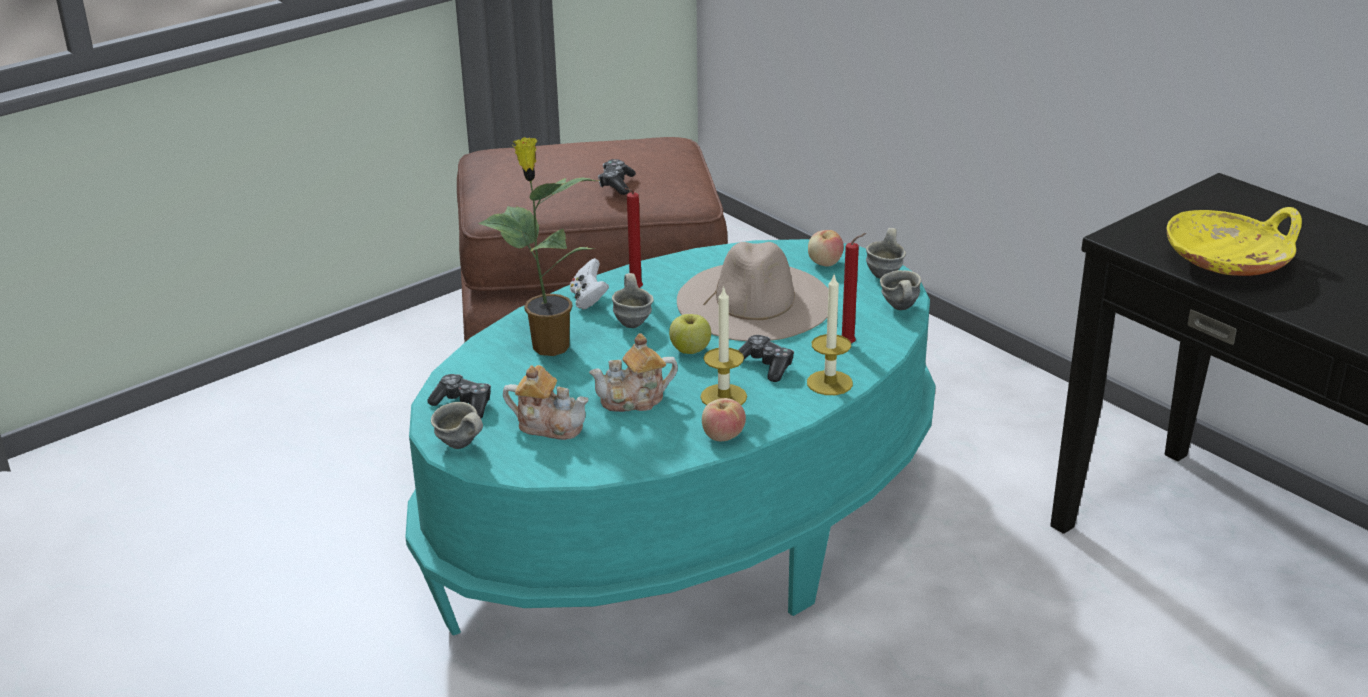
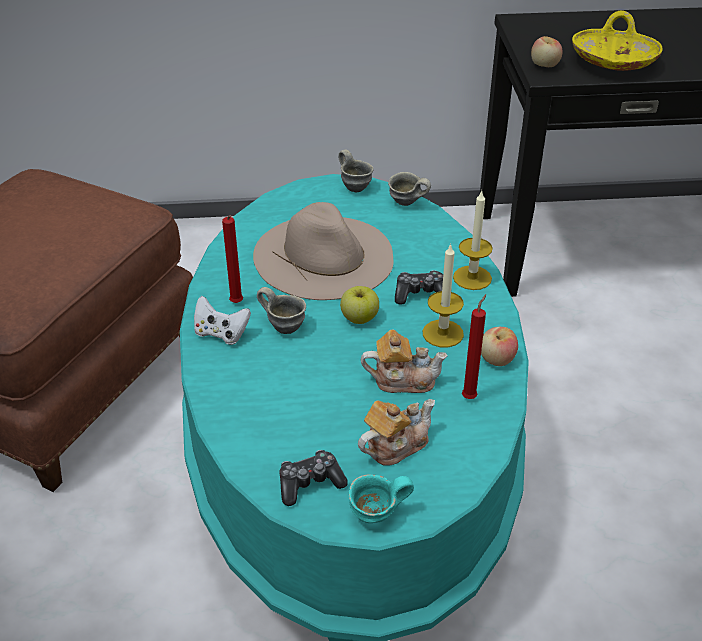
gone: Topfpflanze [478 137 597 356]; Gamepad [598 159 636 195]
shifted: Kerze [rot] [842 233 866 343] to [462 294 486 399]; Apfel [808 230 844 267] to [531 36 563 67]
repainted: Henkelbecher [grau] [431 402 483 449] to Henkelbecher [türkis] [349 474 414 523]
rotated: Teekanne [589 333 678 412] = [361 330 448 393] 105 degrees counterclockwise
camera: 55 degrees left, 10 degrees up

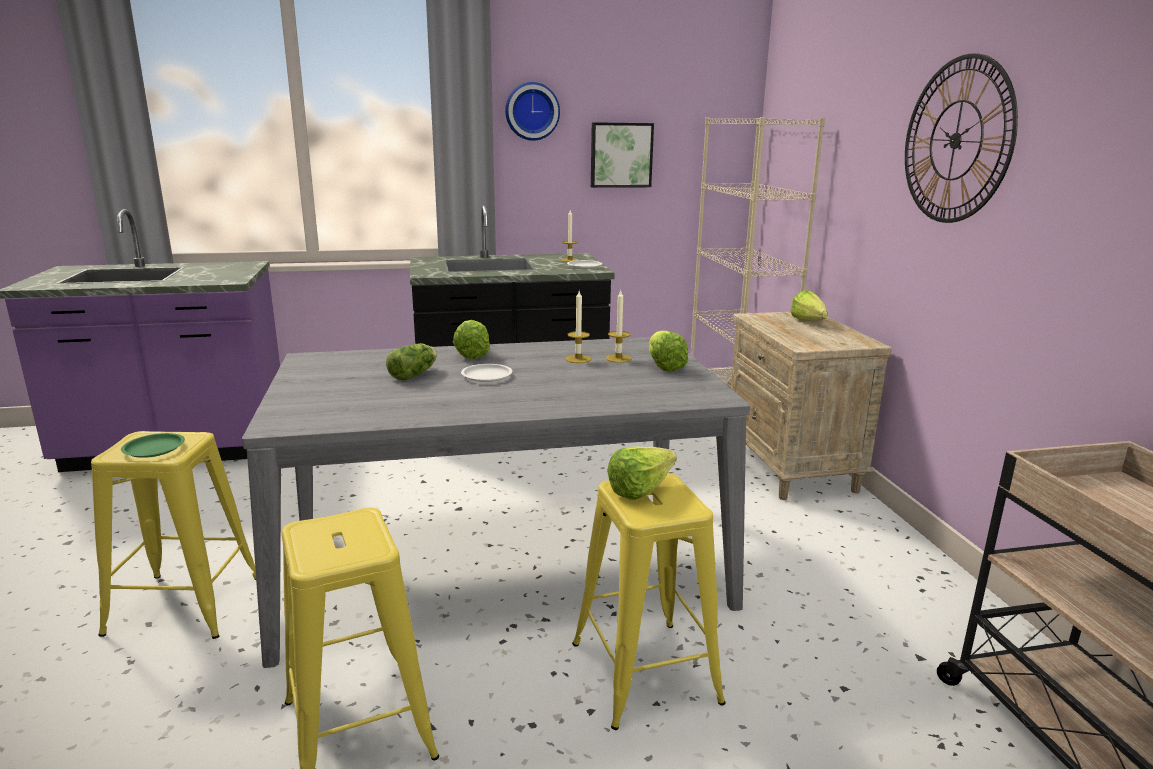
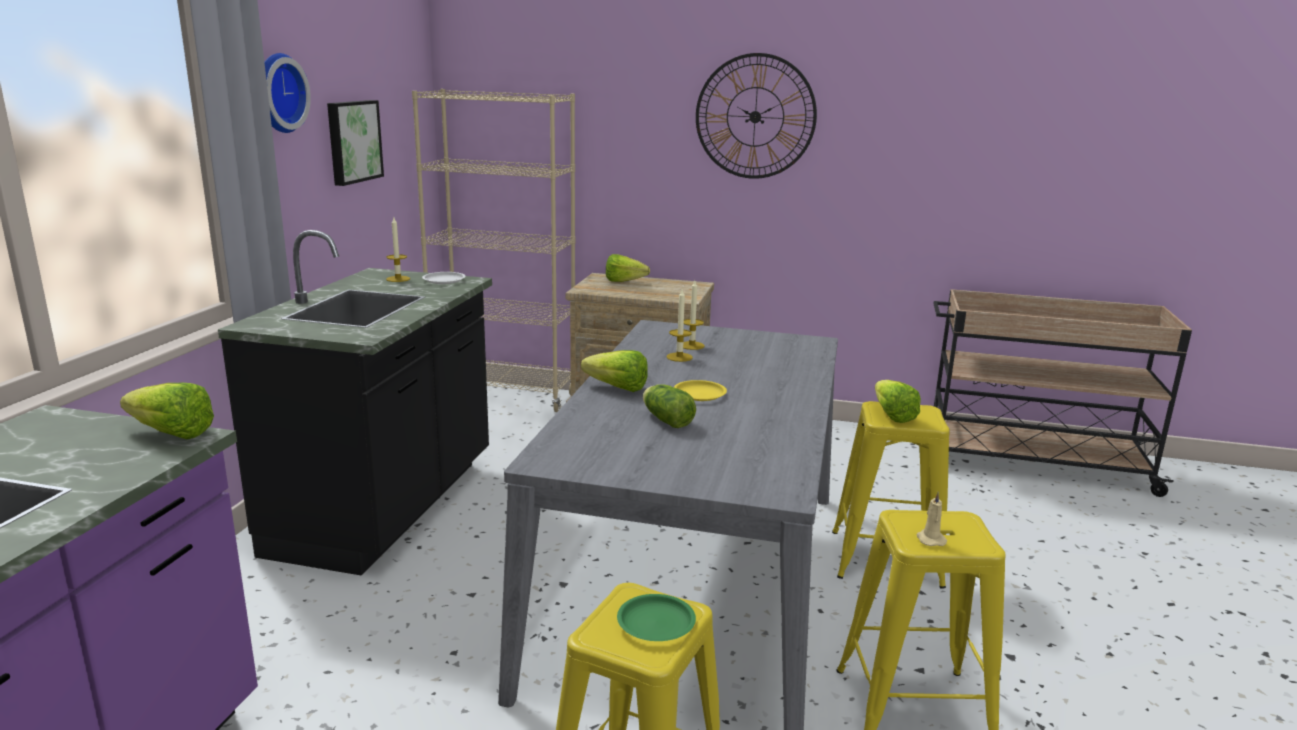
new: Kerze [beige] [917 492 947 546]
shifted: Salatkopf [649 331 688 372] to [120 383 214 439]
repainted: Teller [weiß] [461 364 512 382] to Teller [gelb] [674 380 727 401]
camera: 65 degrees left, 0 degrees up

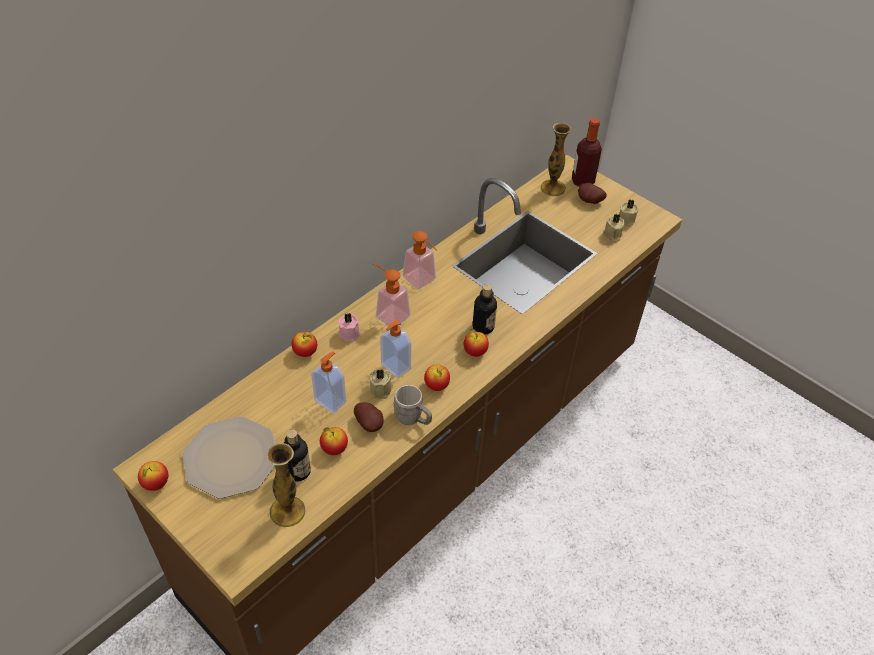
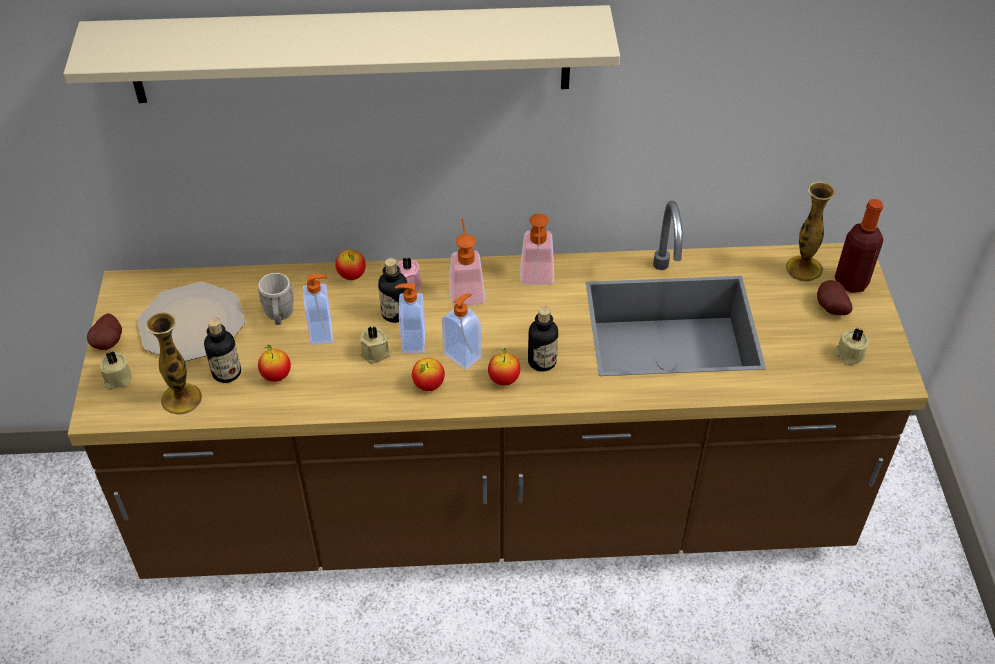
gone: Apfel [138 461 168 491]
new: Wandregal [beige] [63 5 620 103]; Flasche [378 258 407 323]; Seifenspender [442 293 481 370]
shifted: Kartoffel [354 402 384 432] to [87 313 122 350]; Kerze [beige] [603 214 625 242] to [100 351 132 390]; Henkelbecher [grau] [393 385 432 425] to [258 273 294 325]
camera: 45 degrees right, 0 degrees up

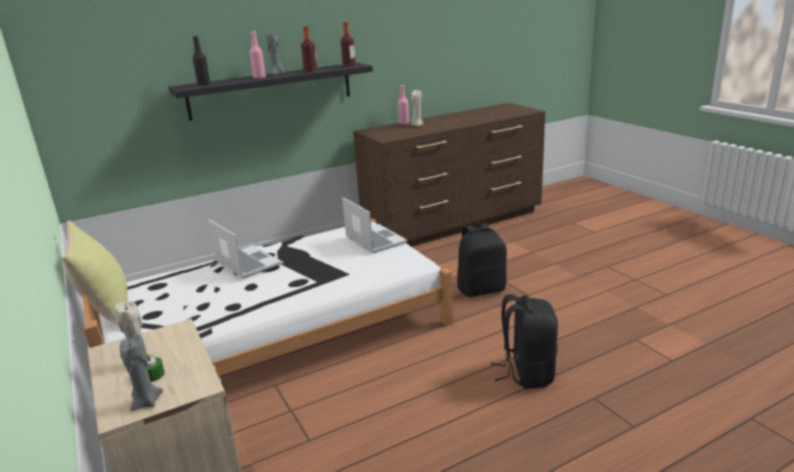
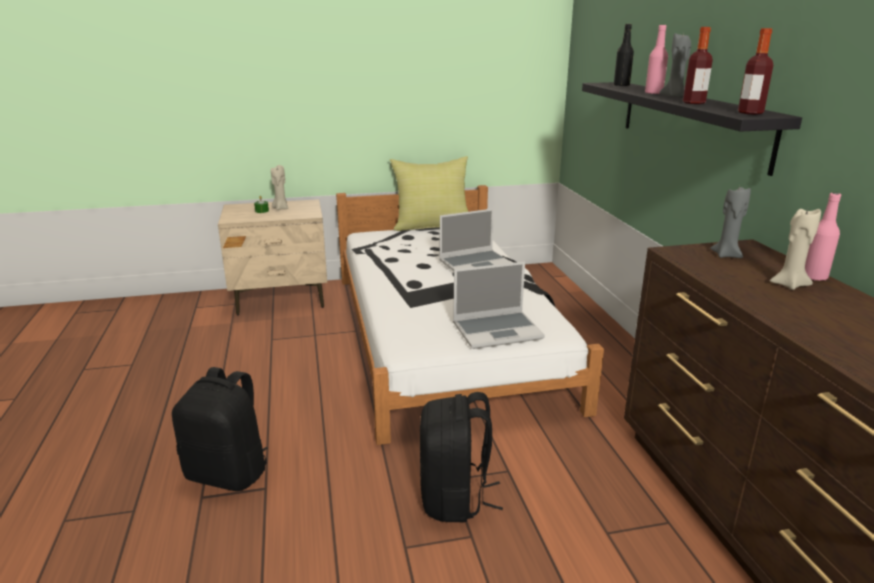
shifted: Kerze [grau] [120 334 163 411] to [710 185 751 258]
camera: 105 degrees right, 0 degrees up

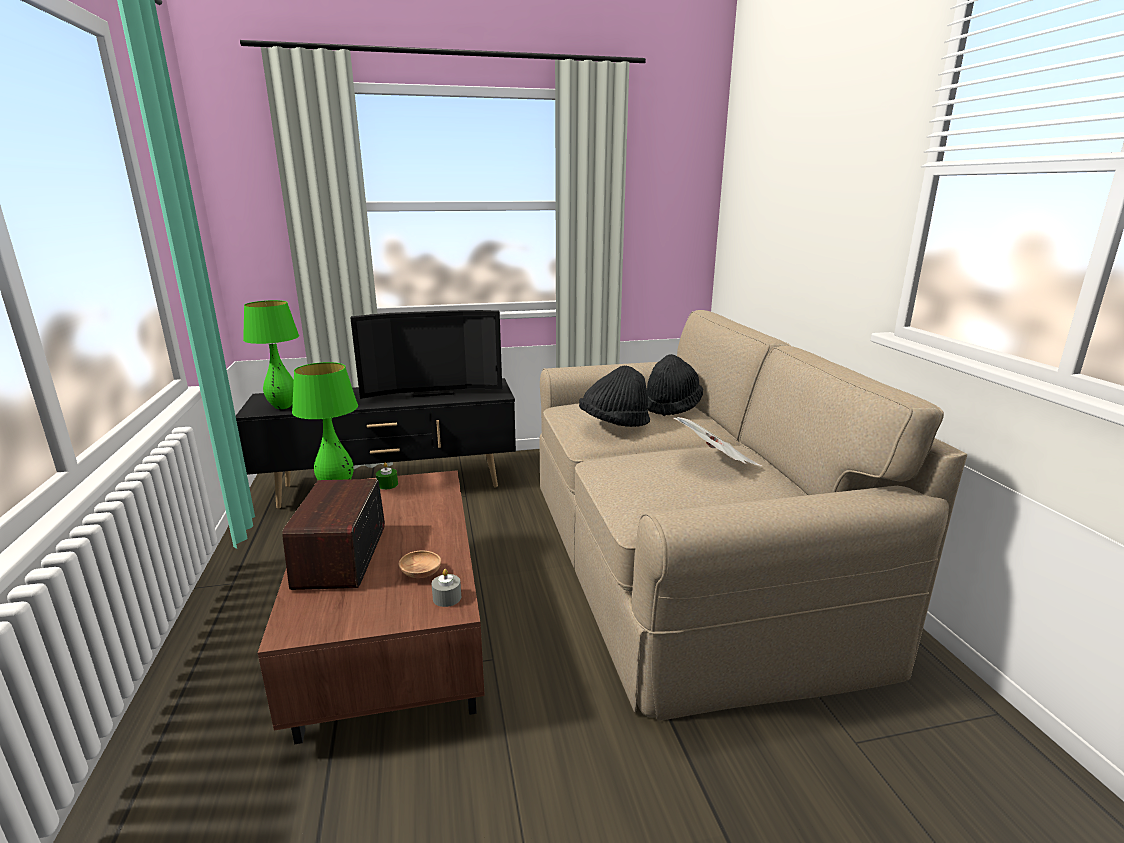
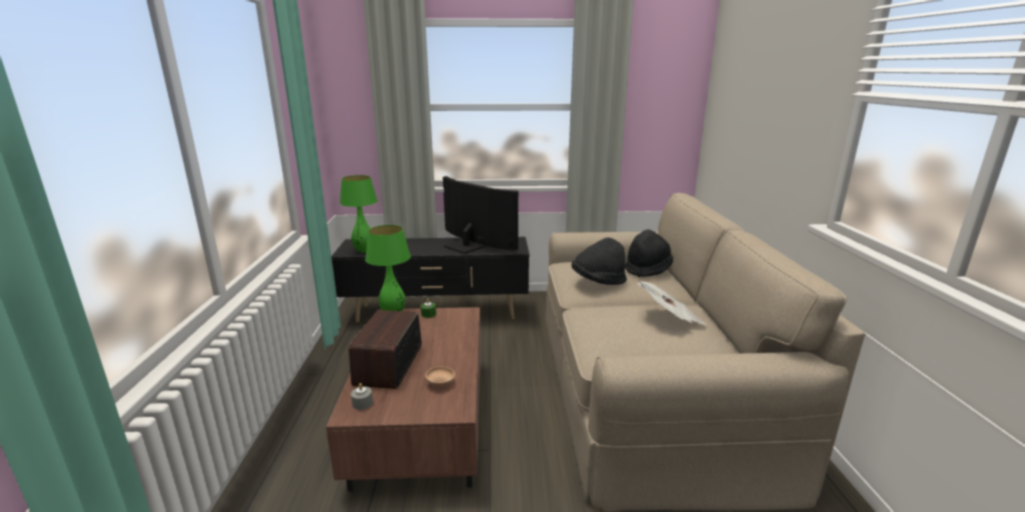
shifted: Kerze [grau] [432 569 461 607] to [351 383 373 410]
rotated: Fernseher [350 310 502 399] = [443 176 518 254] 135 degrees counterclockwise
camera: 10 degrees right, 0 degrees up

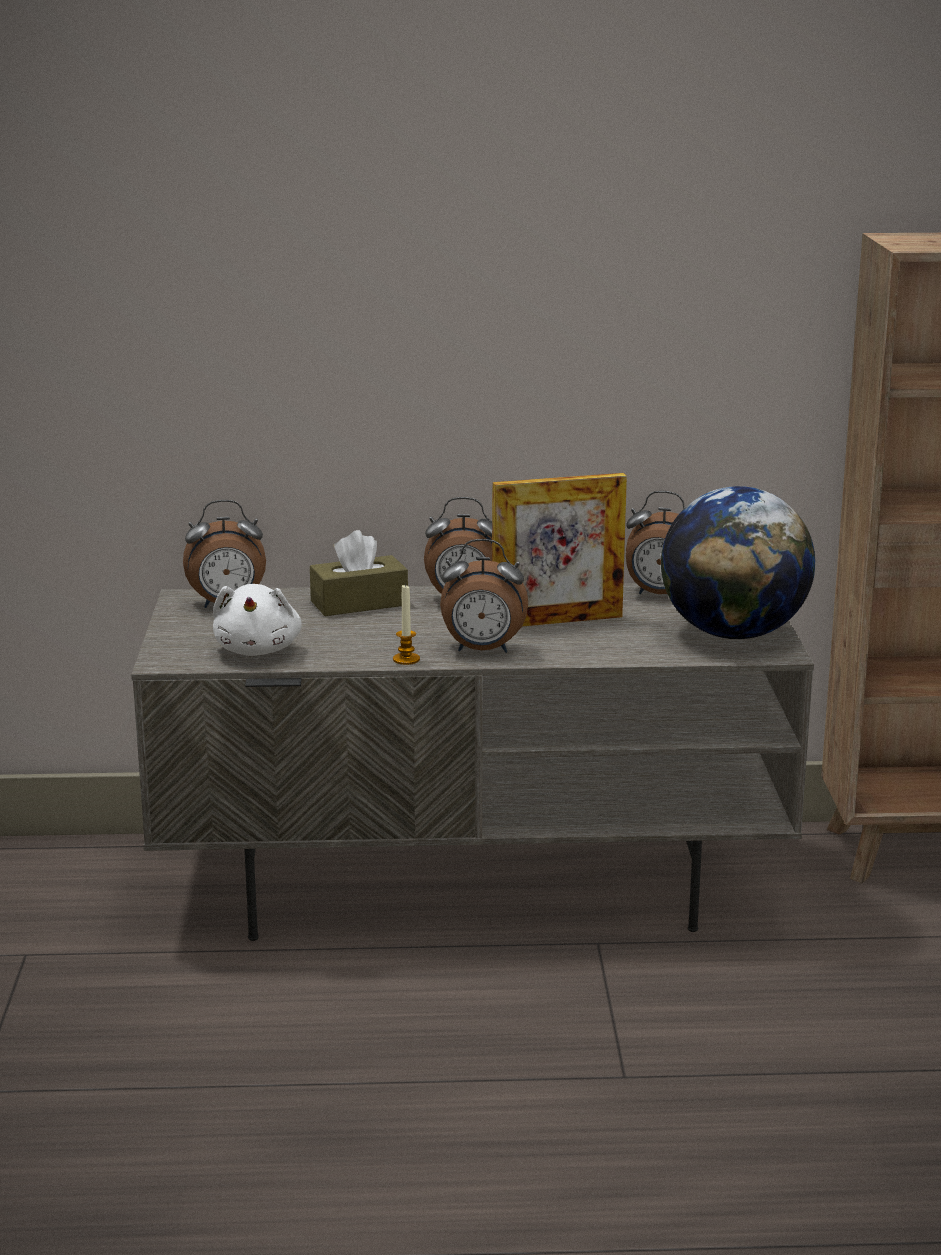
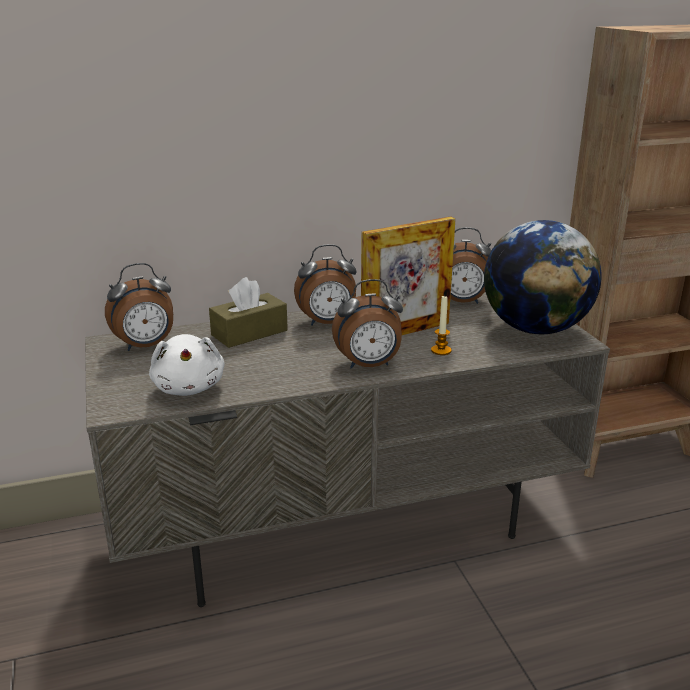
shifted: Kerze [393 583 420 665] to [431 296 452 355]
camera: 15 degrees left, 5 degrees up

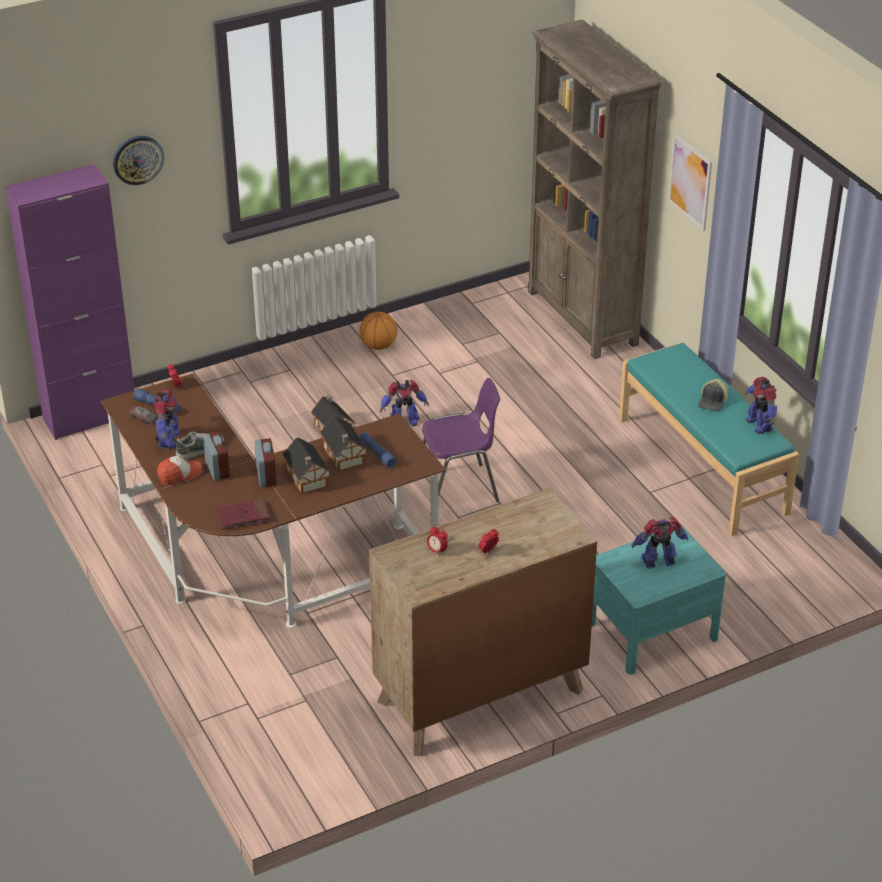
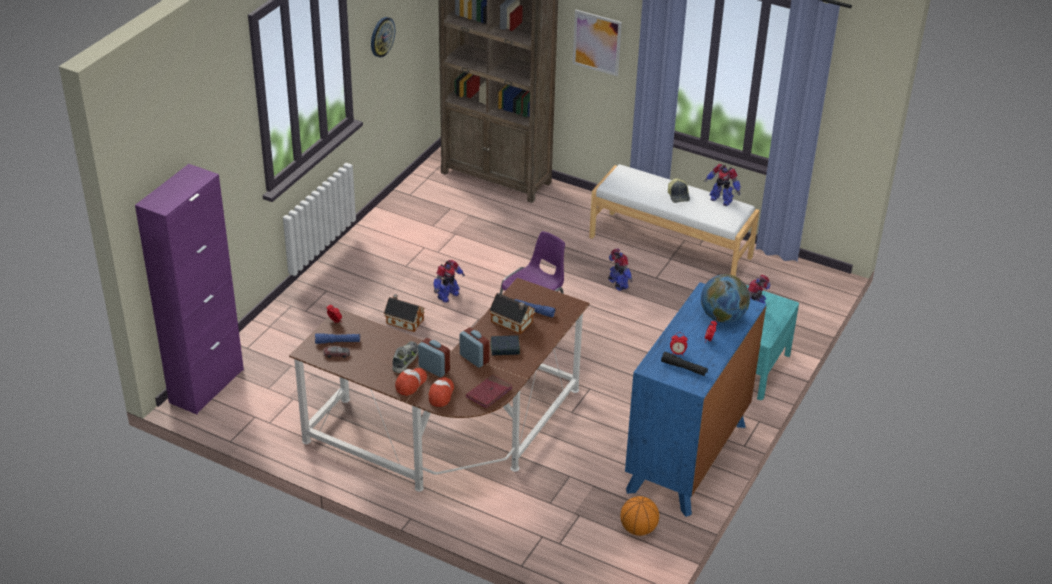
new: Kappe [429 377 454 407]; Taschenlampe [schwarz] [661 352 708 376]; Globus [701 274 750 323]
shifted: Wanduhr [113 136 164 185] to [371 17 395 57]; Spielzeugroboter [153 389 181 449] to [608 248 633 291]; Basketball [360 312 397 350] to [620 496 659 536]
swapped: Spielzeughaus [282 437 330 494] to Buch [490 335 520 355]
repainted: Bank [türkis] [619 342 799 536] to Bank [weiß] [589 164 759 276]; Kommode [braun] [369 488 597 756] to Kommode [blau] [625 282 766 517]
camera: 35 degrees left, 0 degrees up

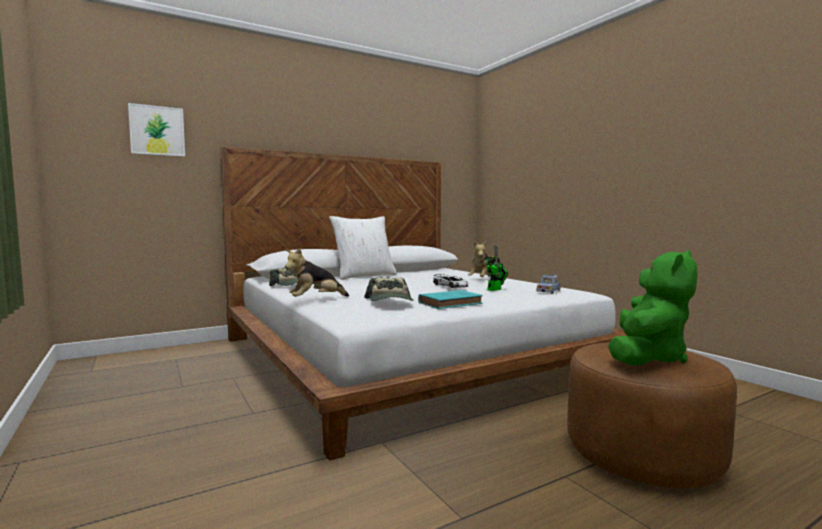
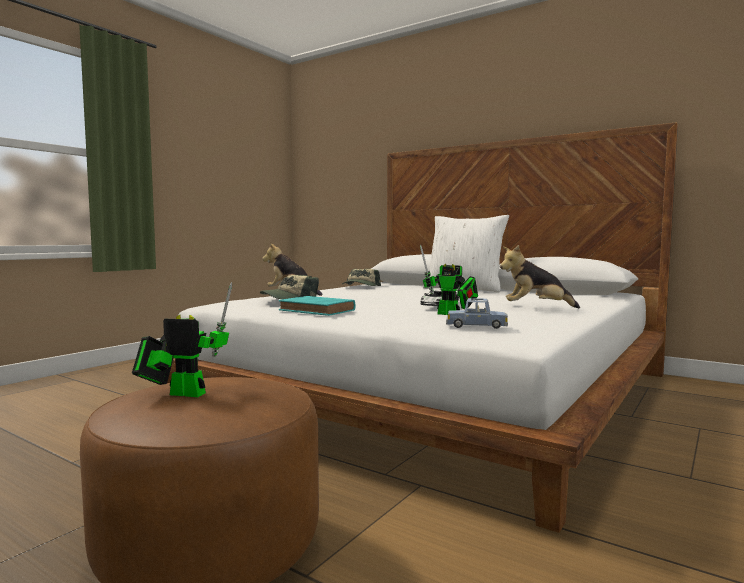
gone: Bild [128 103 185 157]
swapped: Plüschtier [grün] [608 250 697 366] to Spielzeugroboter [132 282 232 397]
camera: 65 degrees right, 0 degrees up

